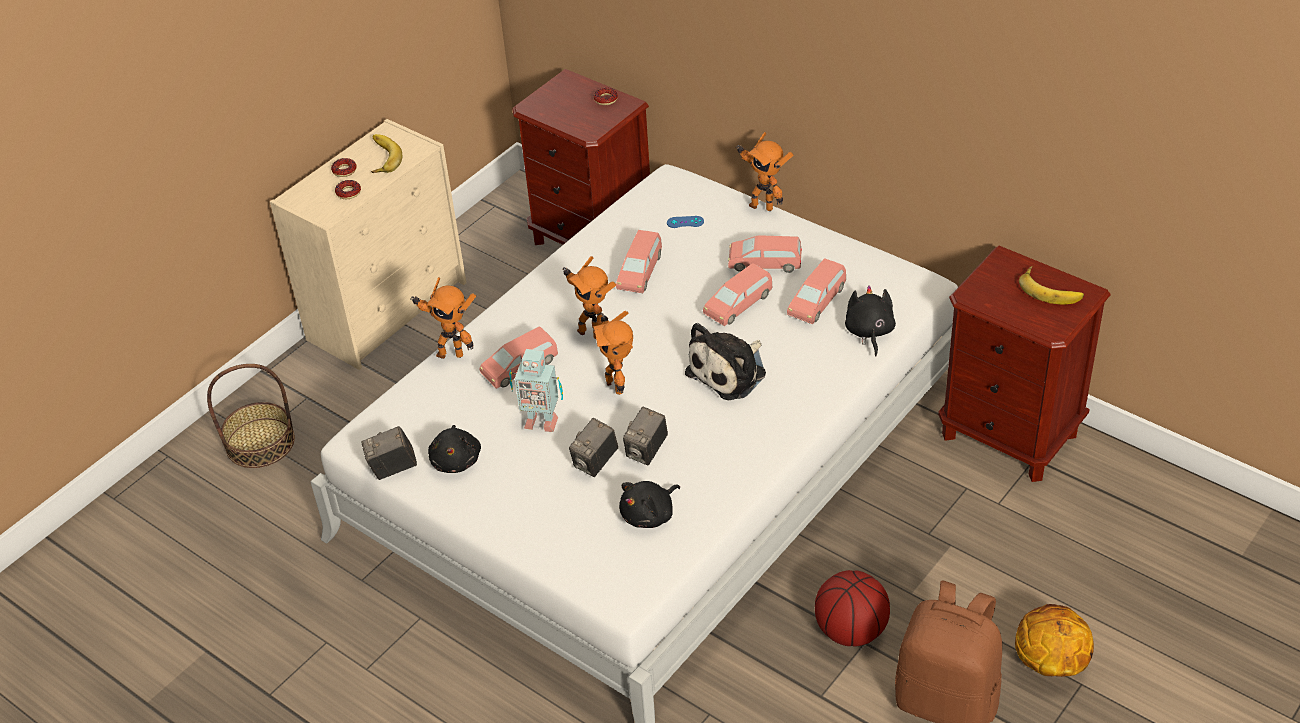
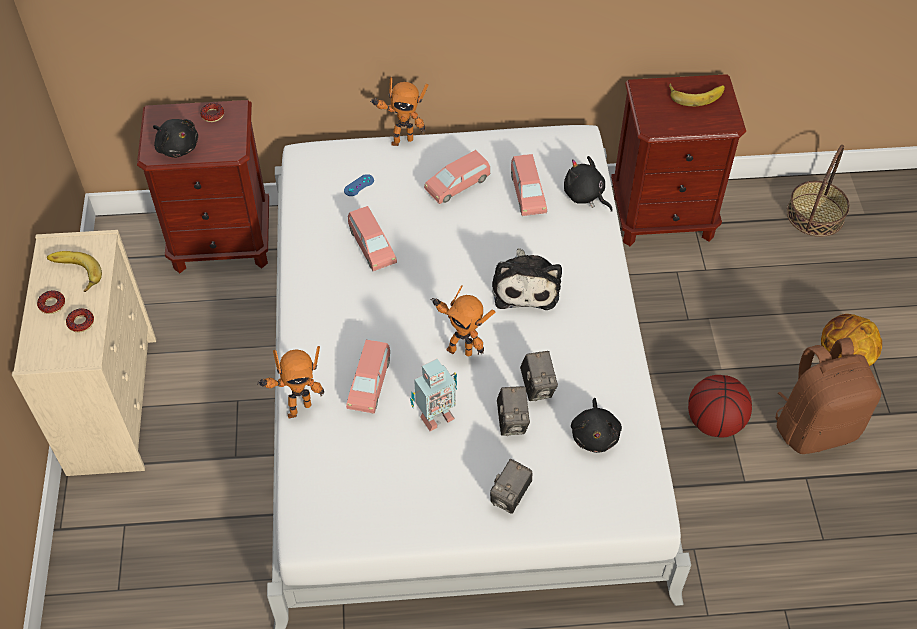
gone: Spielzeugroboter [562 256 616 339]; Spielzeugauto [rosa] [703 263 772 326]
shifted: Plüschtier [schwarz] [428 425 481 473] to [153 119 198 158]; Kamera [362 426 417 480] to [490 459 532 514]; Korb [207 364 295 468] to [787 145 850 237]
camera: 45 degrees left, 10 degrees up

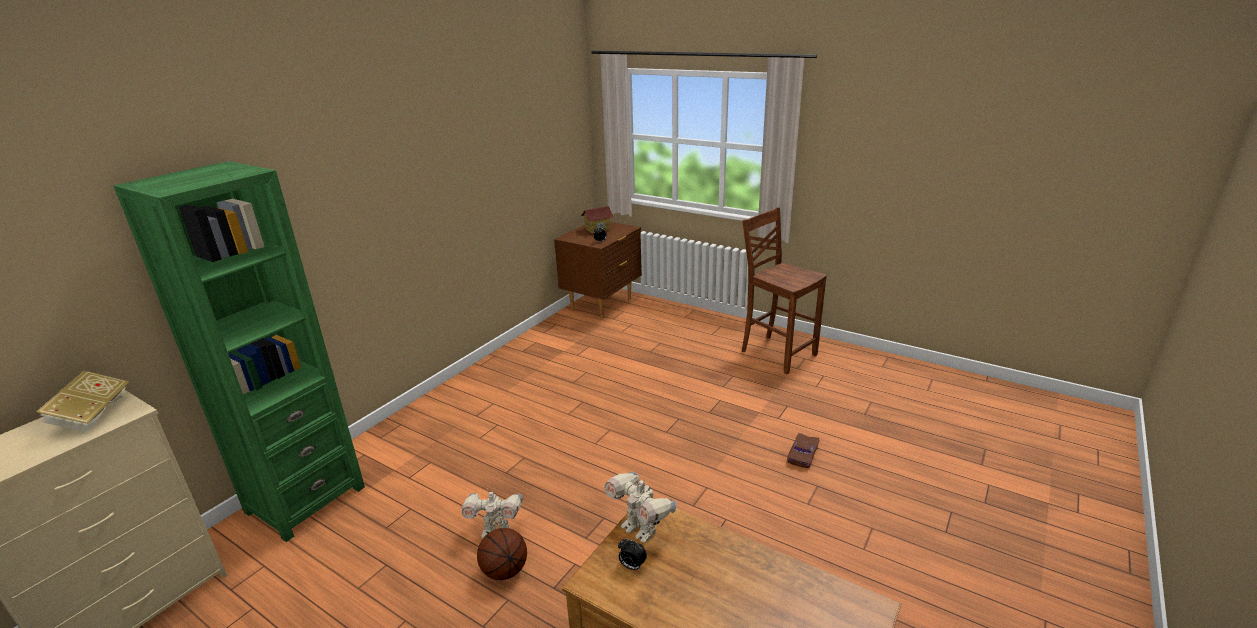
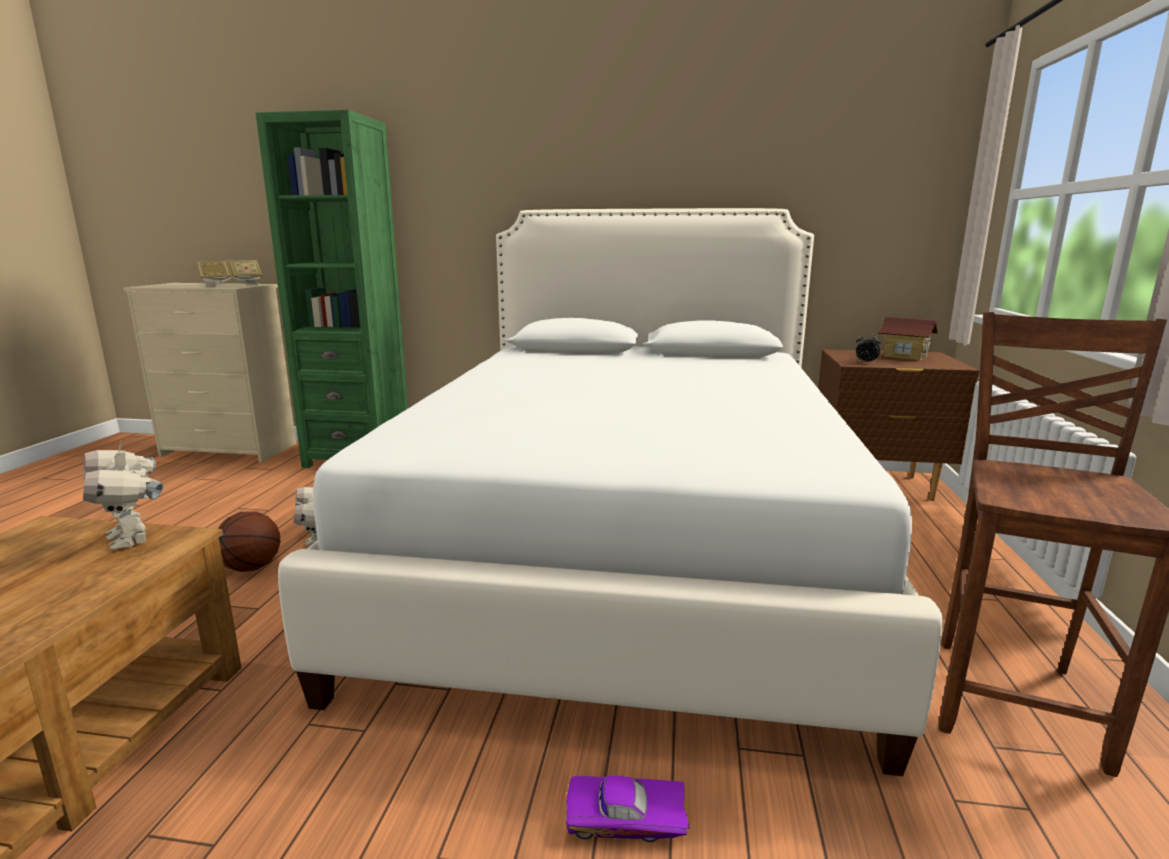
gone: Wecker [618 539 647 570]
new: Bett [weiß] [278 208 943 776]
repainted: Spielzeugauto [braun] [787 433 820 468] to Spielzeugauto [lila] [566 775 690 842]
rotated: Spielzeugroboter [604 472 677 543] = [83 440 163 549] 60 degrees counterclockwise
camera: 65 degrees right, 10 degrees down

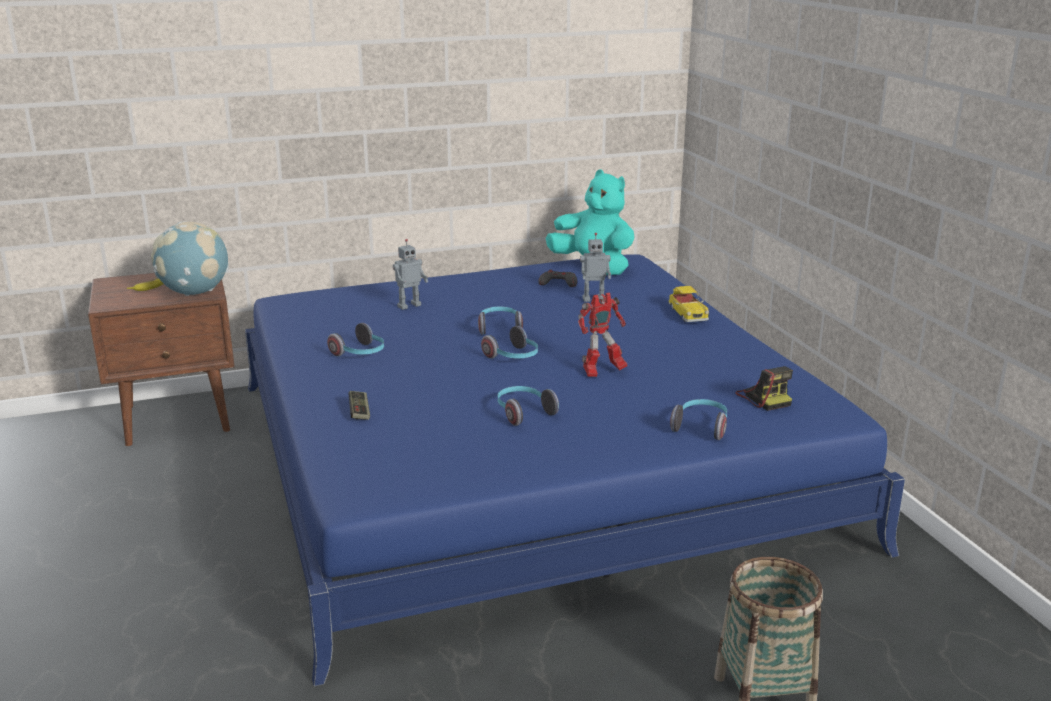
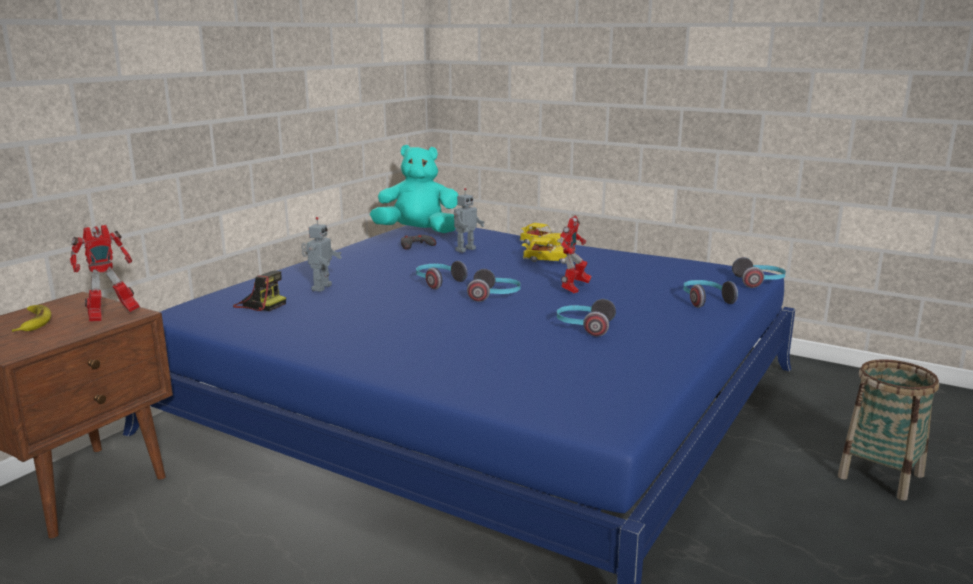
gone: Gamepad [348 391 370 420]
new: Spielzeugauto [522 238 571 264]
shifted: Kamera [735 366 793 411] to [233 271 286 311]; Kopfhörer [327 323 384 356] to [732 257 786 288]
swapped: Globus [151 222 229 296] to Spielzeugroboter [70 225 140 321]
camera: 40 degrees left, 5 degrees down

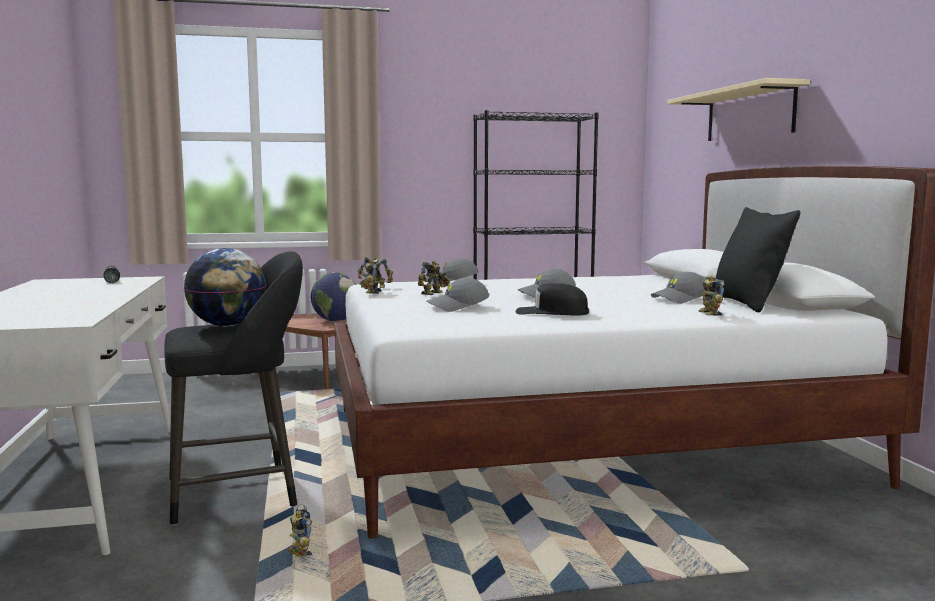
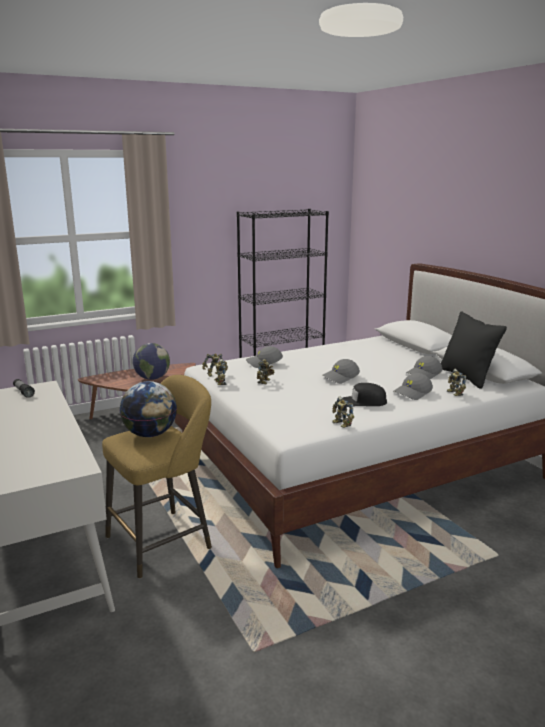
gone: Wandregal [beige] [667 78 810 141]
shifted: Spielzeugroboter [288 504 312 557] to [332 396 354 428]; Kappe [grau] [427 278 489 312] to [394 373 433 400]
repainted: Hocker [schwarz] [164 252 303 526] to Hocker [gelb] [102 375 212 579]
camera: 15 degrees left, 10 degrees up

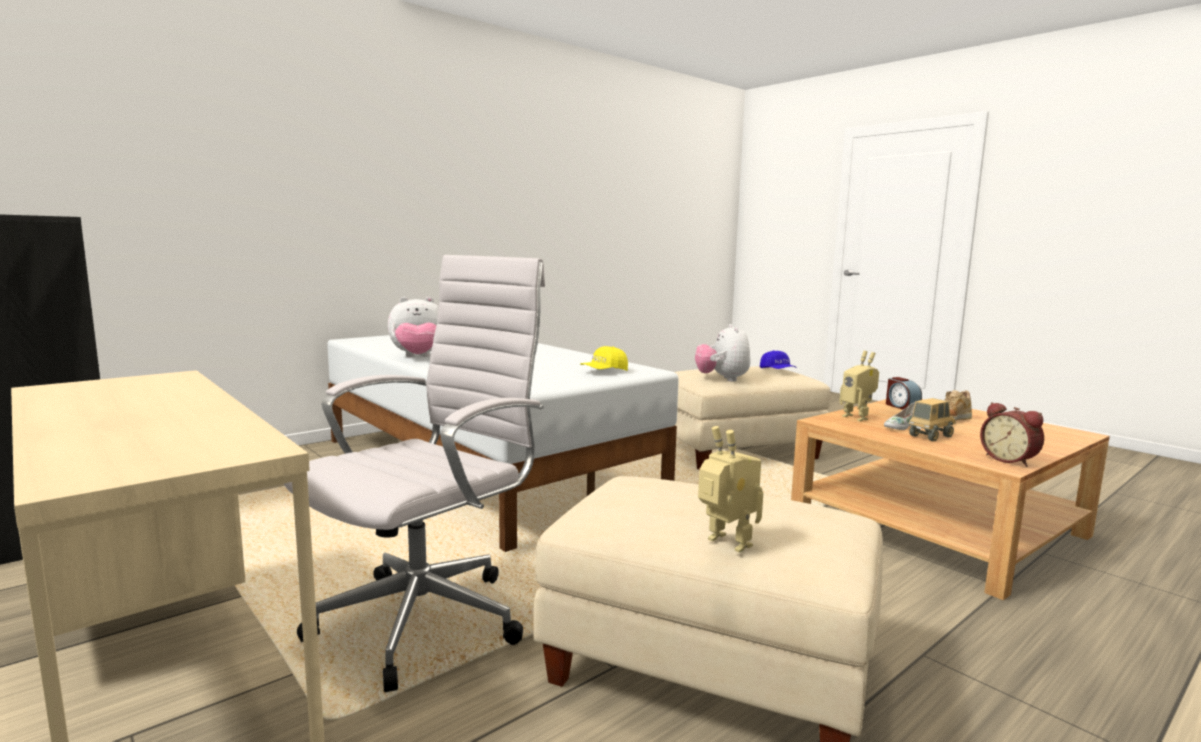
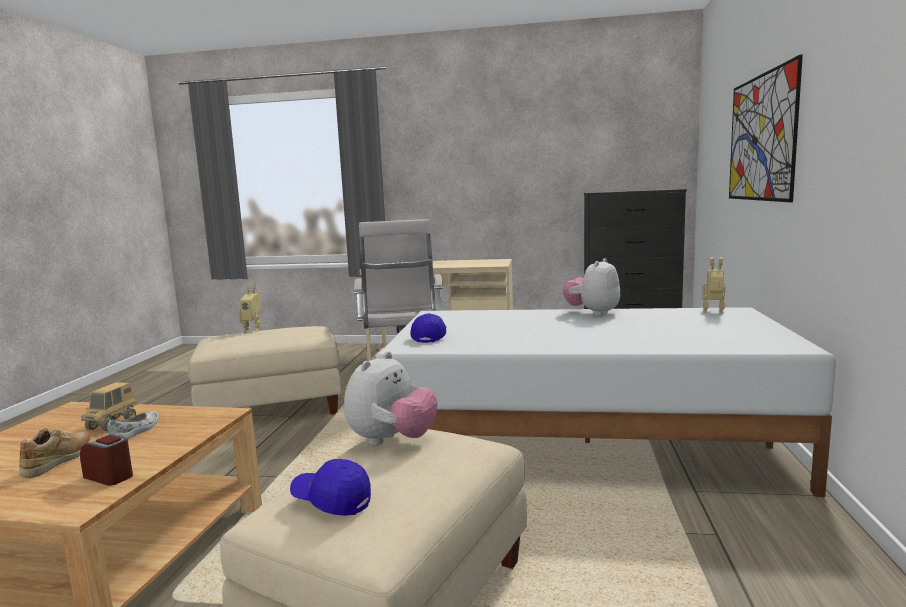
gone: Wecker [980 402 1044 467]
new: Bild [729 54 803 202]
shifted: Spielzeugroboter [839 351 879 421] to [702 257 725 313]
repainted: Kappe [gelb] [580 346 628 371] to Kappe [blau] [411 313 447 343]
rotated: Plüschtier [695 324 750 382] = [344 352 437 446] 75 degrees clockwise
camera: 140 degrees right, 0 degrees up

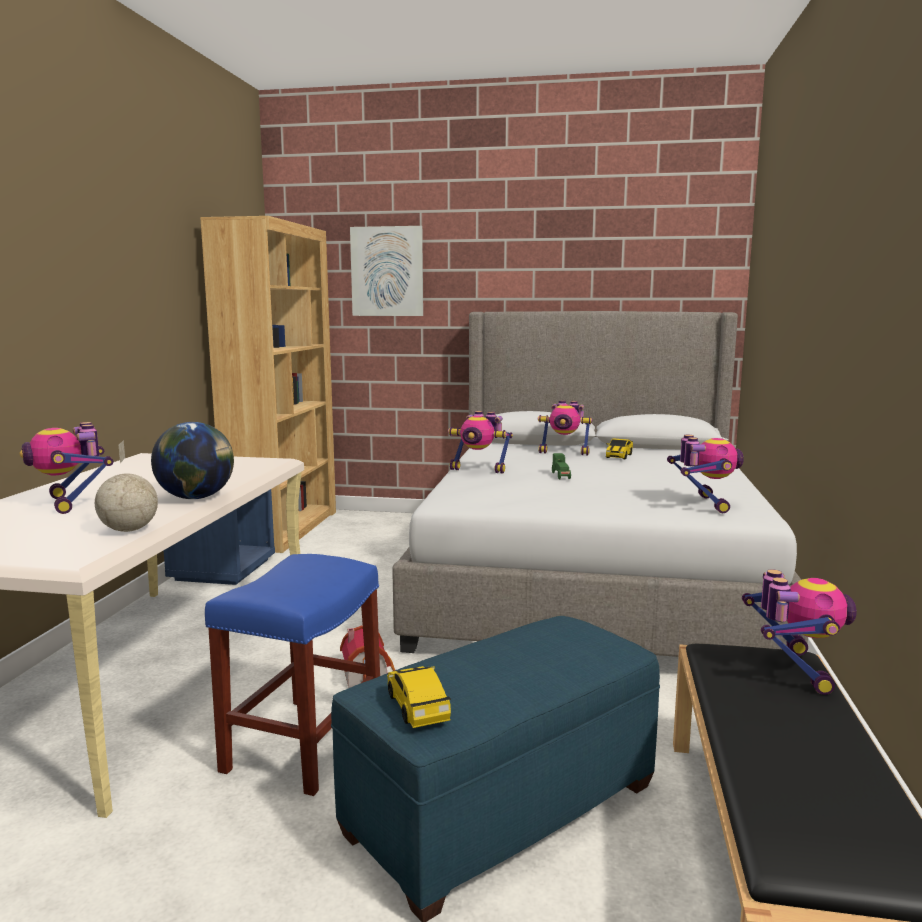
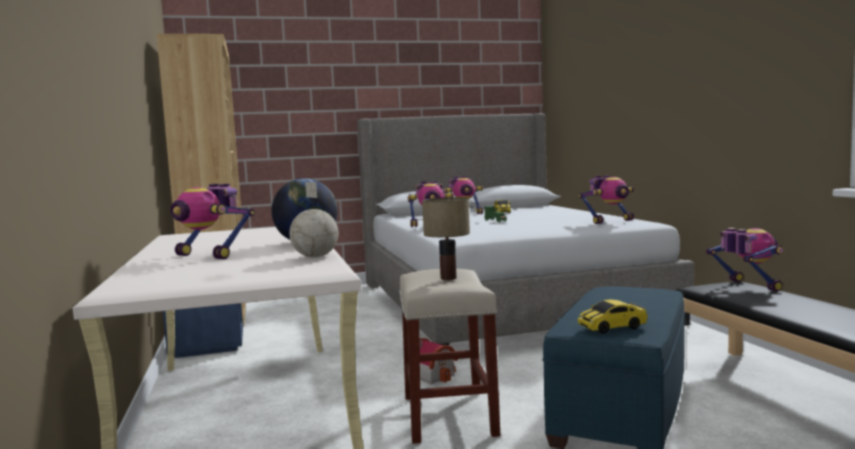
gone: Bild [350 226 423 316]
new: Tischlampe [422 197 470 280]
repainted: Hocker [blau] [205 554 380 796] to Hocker [beige] [399 269 501 444]
rotated: Spielzeugauto [387 666 451 728] = [578 299 648 333] 60 degrees counterclockwise; Spielzeugroboter [667 435 744 513] = [579 175 634 224] 90 degrees clockwise
camera: 25 degrees left, 5 degrees down

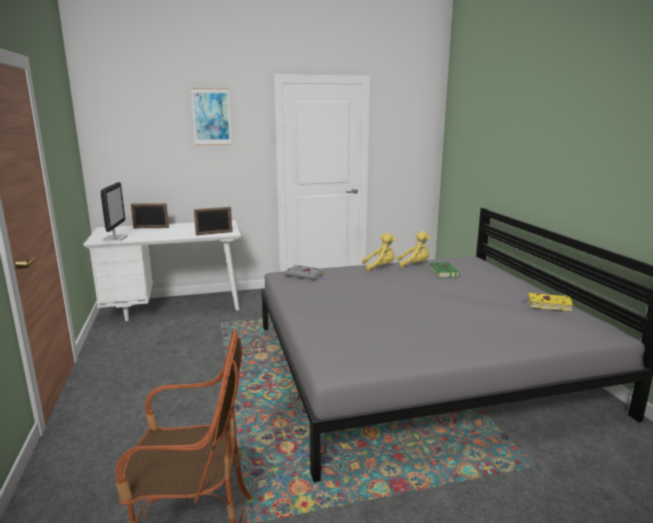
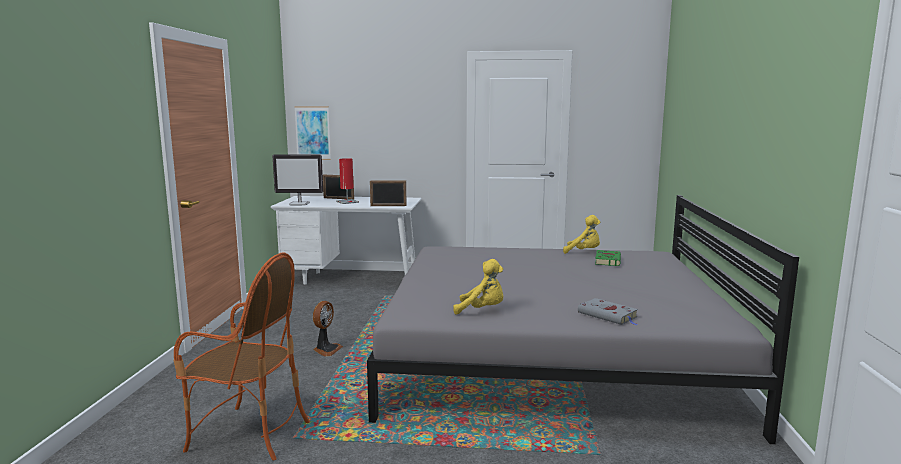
gone: Buch [gelb] [521 293 574 311]
new: Ventilator [313 301 343 357]; Tischlampe [rot] [336 158 359 204]
shifted: Bild [191 88 232 146] to [294 106 331 160]; Plüschtier [gelb] [362 233 396 271] to [453 259 504 315]; Buch [grau] [285 265 325 280] to [578 298 638 325]
rotated: Monitor [101 182 127 241] = [273 155 323 205] 75 degrees clockwise
camera: 20 degrees right, 5 degrees down

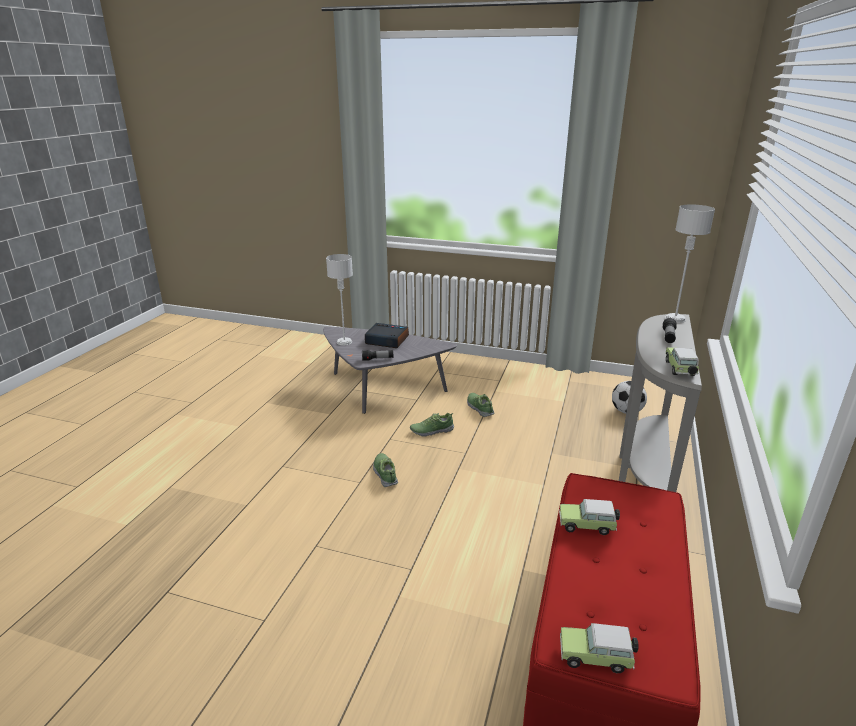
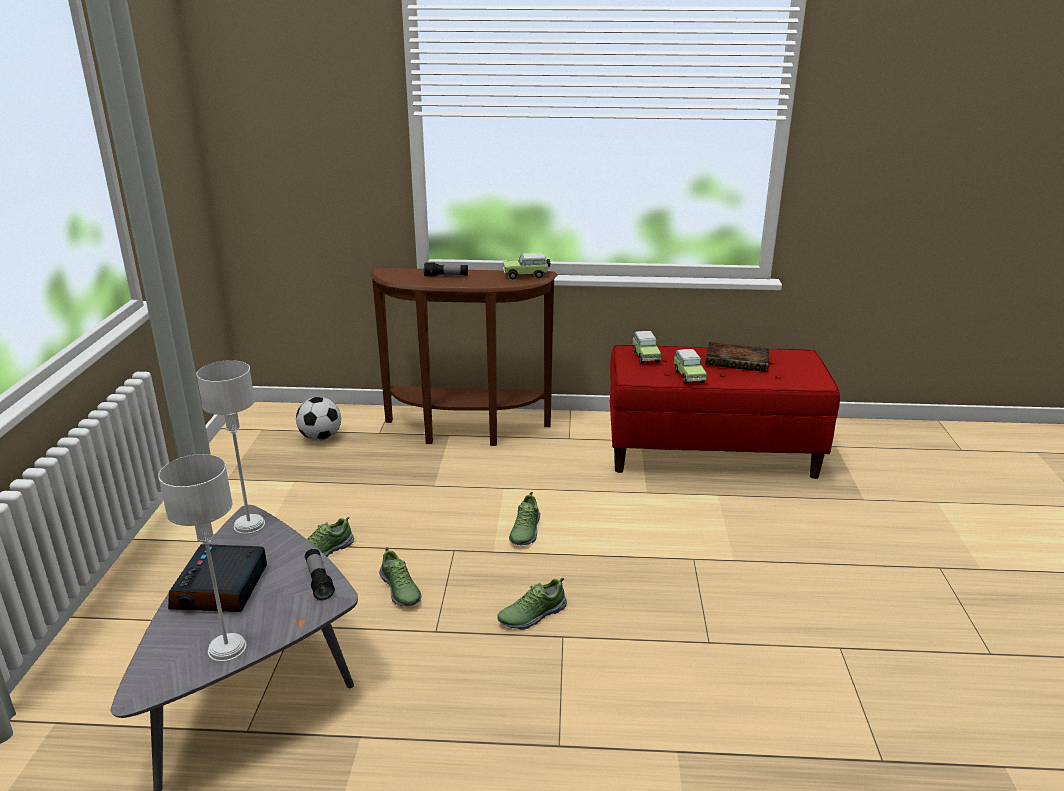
new: Schuh [509 492 540 545]; Buch [705 342 769 372]
shifted: Tischlampe [grau] [665 204 715 323] to [196 360 265 534]; Spielzeugauto [560 623 639 673] to [632 331 661 363]
repainted: Konsolentisch [grau] [619 314 702 492] to Konsolentisch [braun] [371 268 557 446]
camera: 105 degrees left, 0 degrees up

